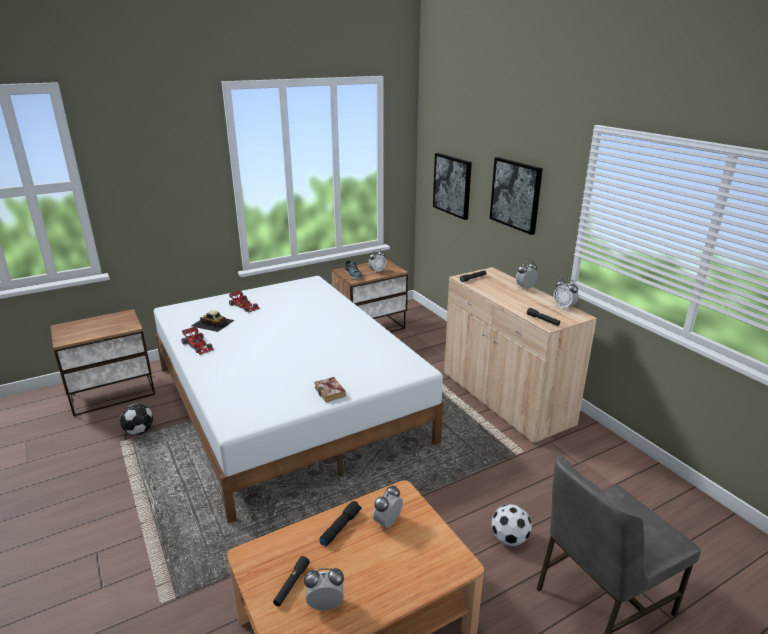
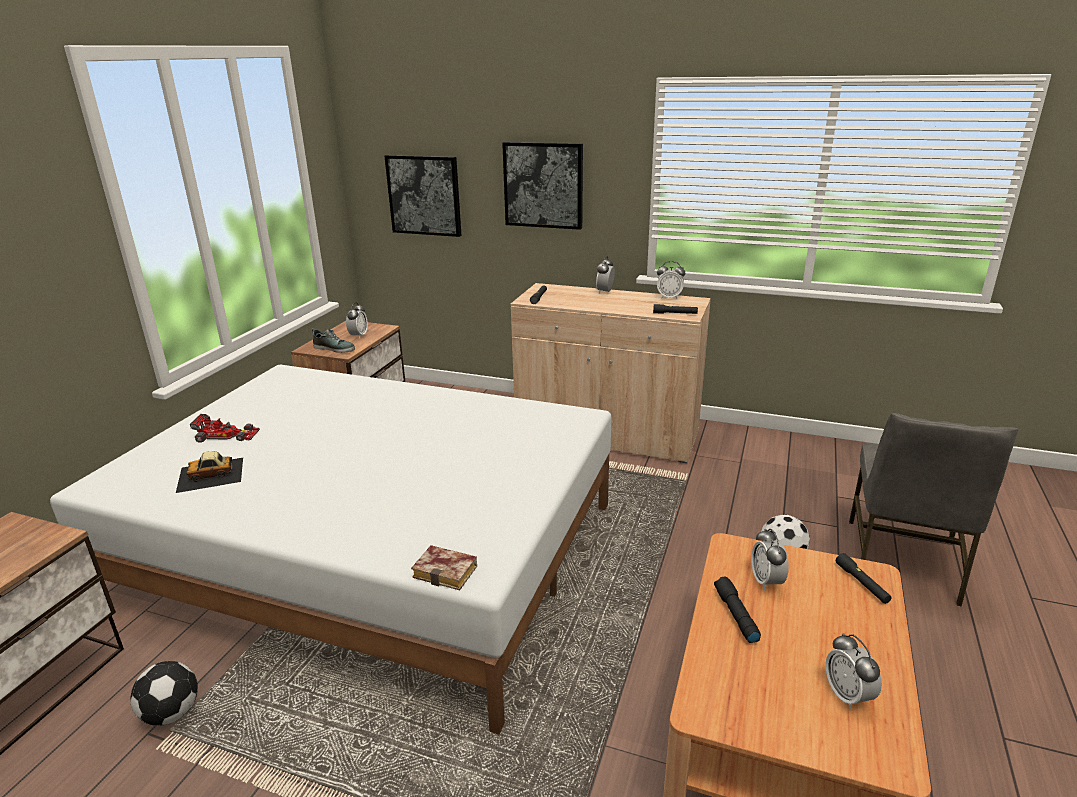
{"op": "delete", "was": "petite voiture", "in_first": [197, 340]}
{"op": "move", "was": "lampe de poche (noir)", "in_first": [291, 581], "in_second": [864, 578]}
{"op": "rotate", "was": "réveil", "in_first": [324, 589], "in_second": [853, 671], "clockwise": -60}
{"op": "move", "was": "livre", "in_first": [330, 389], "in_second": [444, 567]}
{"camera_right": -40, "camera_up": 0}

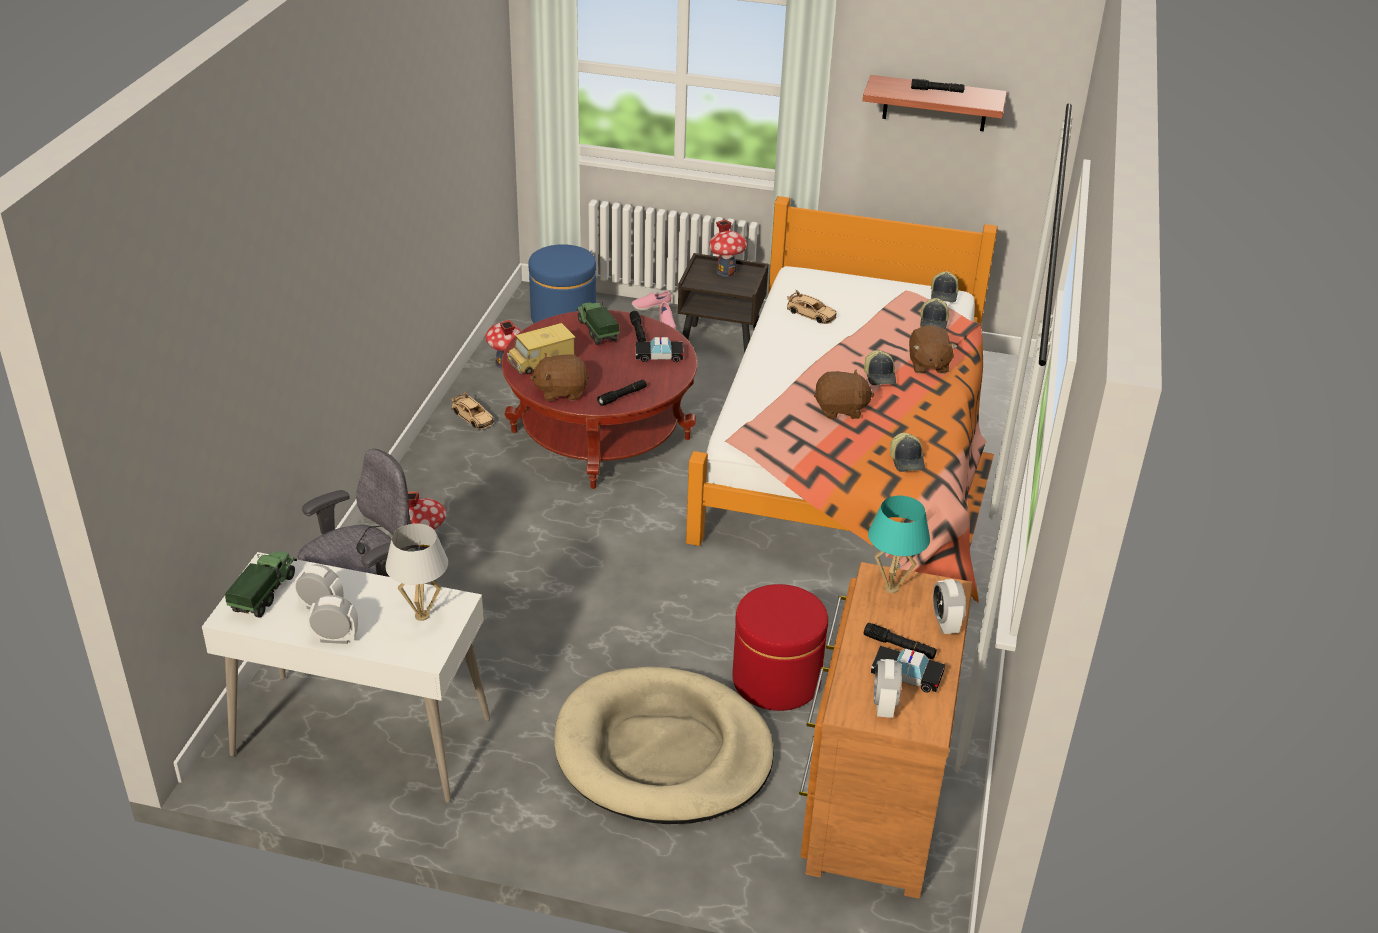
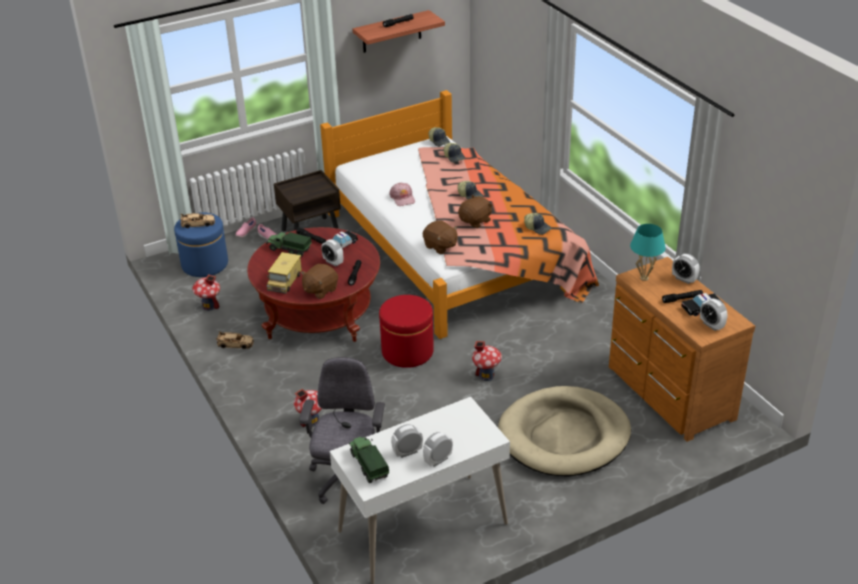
{"op": "delete", "was": "lampe de table (blanc)", "in_first": [416, 572]}
{"op": "move", "was": "maison miniature", "in_first": [728, 248], "in_second": [487, 361]}
{"op": "move", "was": "pouf (rouge)", "in_first": [780, 647], "in_second": [406, 331]}
{"op": "move", "was": "petite voiture (beige)", "in_first": [812, 307], "in_second": [197, 220]}
{"op": "move", "was": "peluche (marron)", "in_first": [933, 349], "in_second": [440, 237]}
{"op": "insert", "now": "réveil", "in_second": [332, 253]}
{"op": "insert", "now": "casquette (rose)", "in_second": [402, 194]}
{"camera_right": -40, "camera_up": 0}

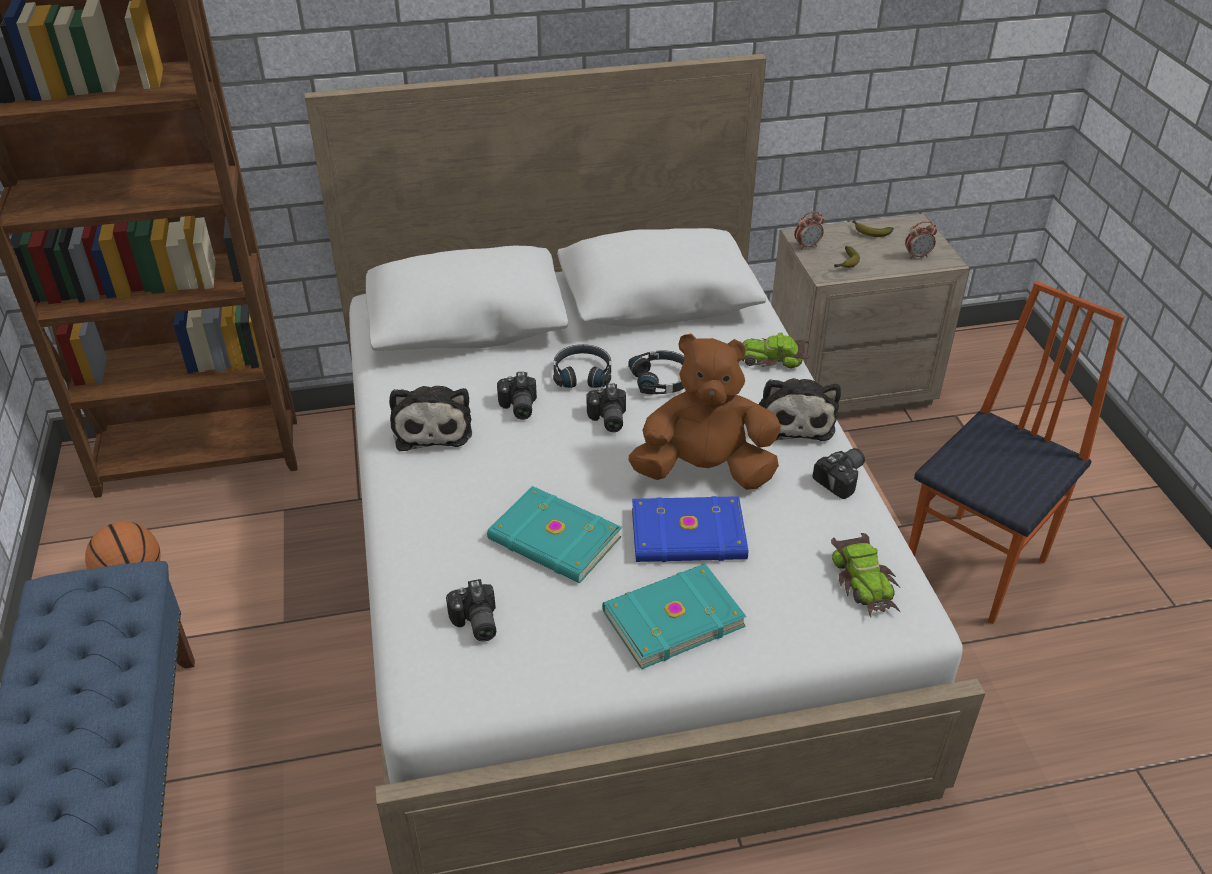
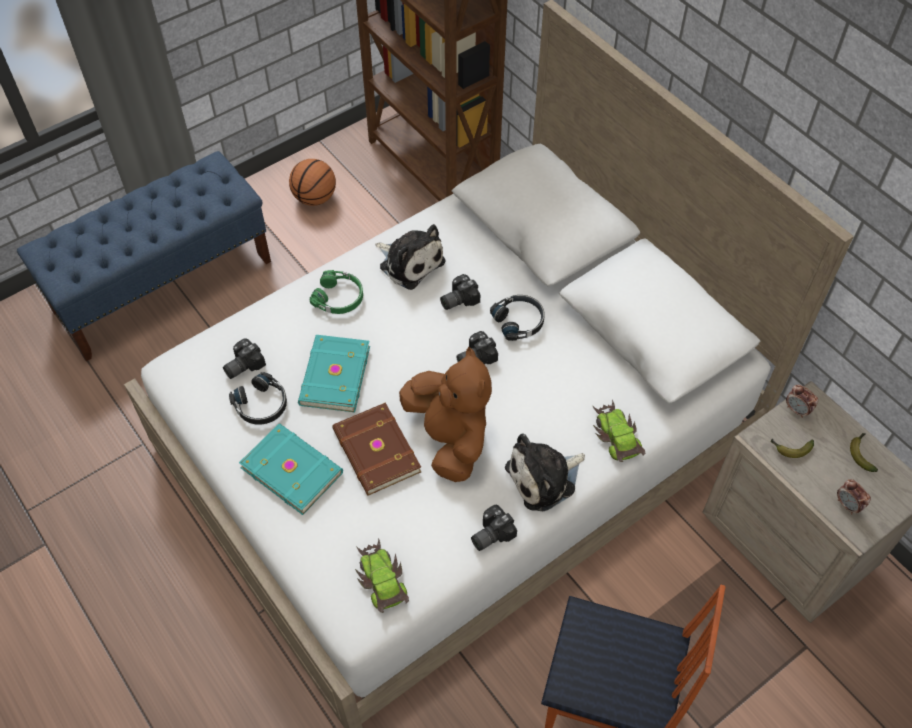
{"op": "rotate", "was": "peluche", "in_first": [430, 418], "in_second": [410, 257], "clockwise": -105}
{"op": "move", "was": "casque audio (noir)", "in_first": [656, 372], "in_second": [258, 398]}
{"op": "recolor", "was": "livre (bleu)", "now": "livre (marron)", "in_first": [690, 529], "in_second": [376, 449]}
{"op": "rotate", "was": "appareil photo", "in_first": [838, 473], "in_second": [494, 528], "clockwise": 120}
{"op": "rotate", "was": "petite voiture", "in_first": [866, 575], "in_second": [382, 575], "clockwise": 105}
{"op": "insert", "now": "casque audio (vert)", "in_second": [336, 292]}
{"camera_right": 65, "camera_up": 15}

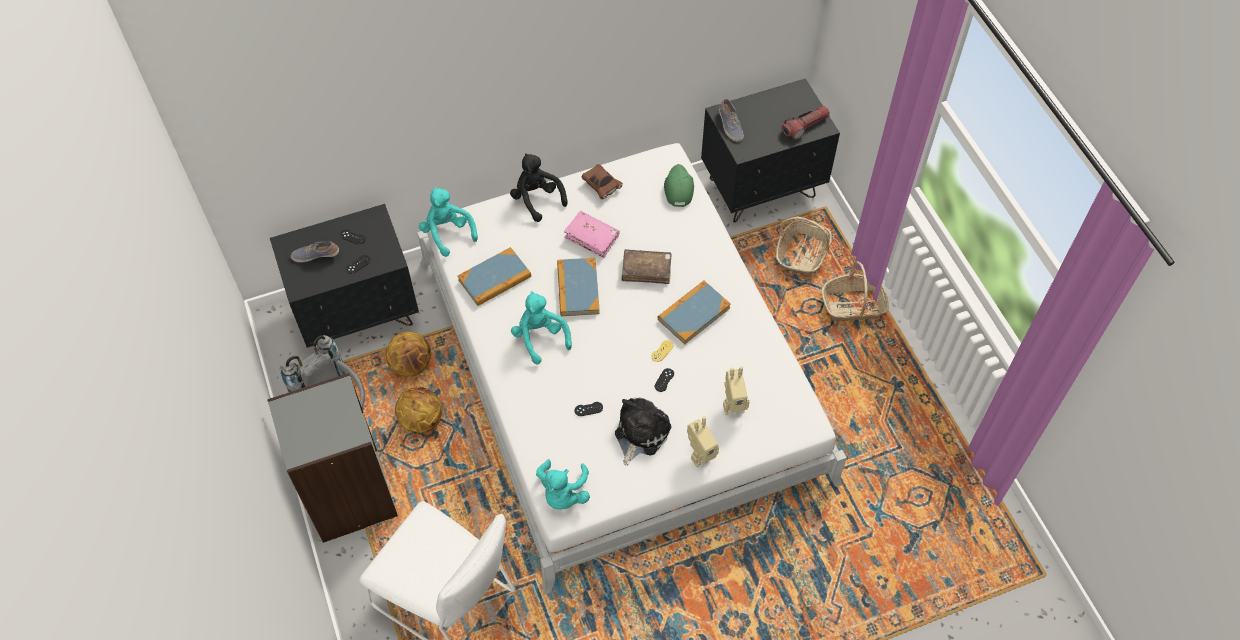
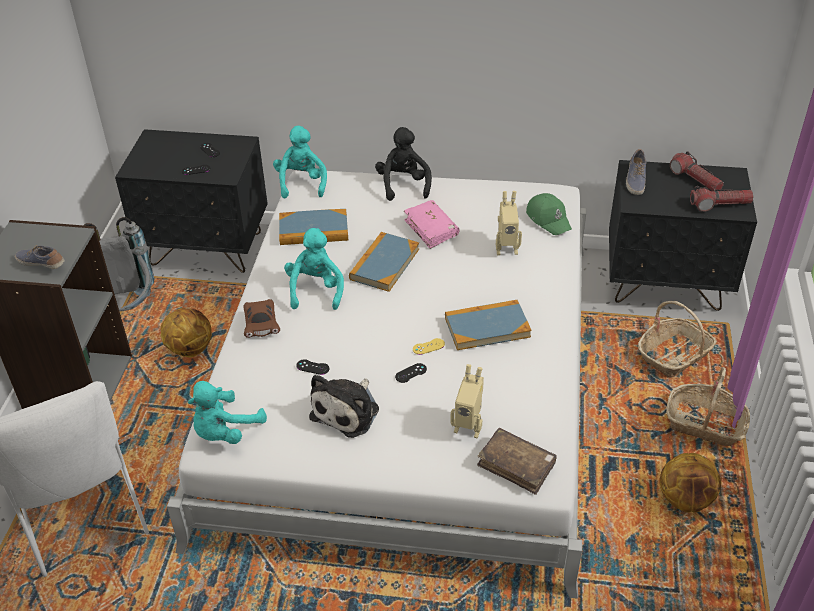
{"op": "move", "was": "chaussure", "in_first": [315, 251], "in_second": [40, 257]}
{"op": "move", "was": "ballon de basket", "in_first": [408, 354], "in_second": [690, 482]}
{"op": "move", "was": "petite voiture (marron)", "in_first": [602, 181], "in_second": [261, 318]}
{"op": "rotate", "was": "peluche", "in_first": [643, 432], "in_second": [344, 406], "clockwise": 150}
{"op": "move", "was": "livre (marron)", "in_first": [647, 266], "in_second": [517, 461]}
{"op": "rotate", "was": "casquette (vert)", "in_first": [679, 185], "in_second": [549, 214], "clockwise": 120}
{"op": "move", "was": "robot jouet", "in_first": [703, 441], "in_second": [509, 223]}
{"op": "insert", "now": "lampe de poche", "in_second": [697, 171]}
{"camera_right": 30, "camera_up": -15}

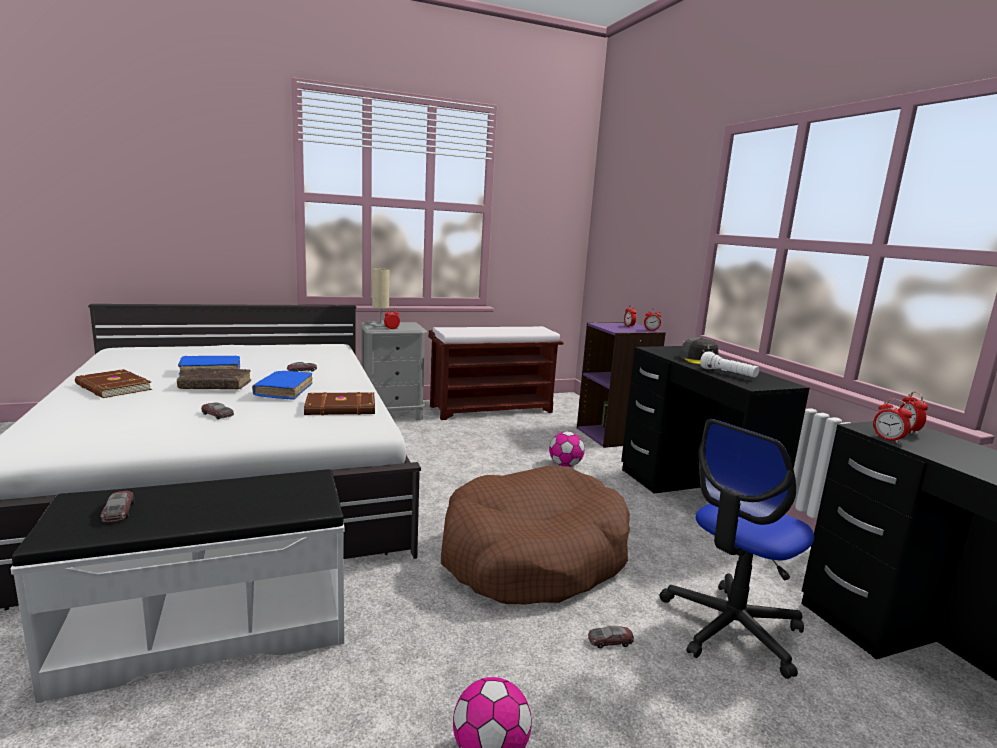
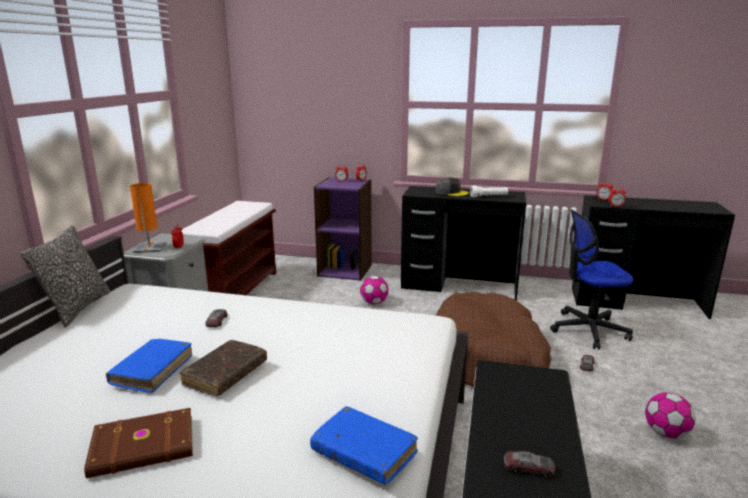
{"op": "delete", "was": "petite voiture", "in_first": [217, 410]}
{"op": "move", "was": "livre (bleu)", "in_first": [282, 385], "in_second": [364, 445]}
{"op": "delete", "was": "livre (marron)", "in_first": [339, 403]}
{"op": "recolor", "was": "lampe de table (beige)", "now": "lampe de table (orange)", "in_first": [377, 298], "in_second": [148, 218]}
{"op": "rotate", "was": "chaise de bureau", "in_first": [737, 549], "in_second": [591, 279], "clockwise": 90}
{"op": "insert", "now": "coussin", "in_second": [65, 277]}
{"camera_right": -55, "camera_up": 5}

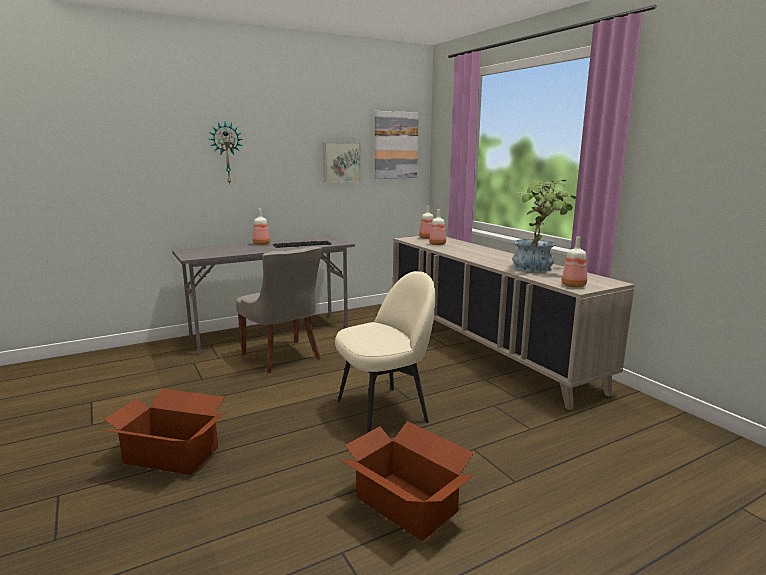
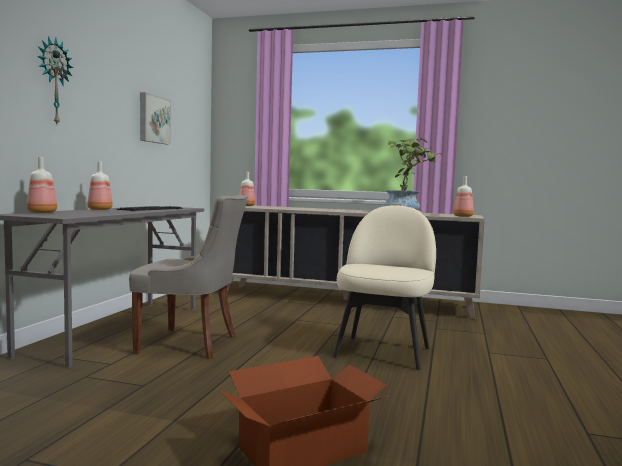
{"op": "delete", "was": "carton", "in_first": [407, 481]}
{"op": "delete", "was": "tableau", "in_first": [397, 145]}
{"op": "move", "was": "bouteille", "in_first": [437, 227], "in_second": [42, 185]}
{"camera_right": -45, "camera_up": -10}

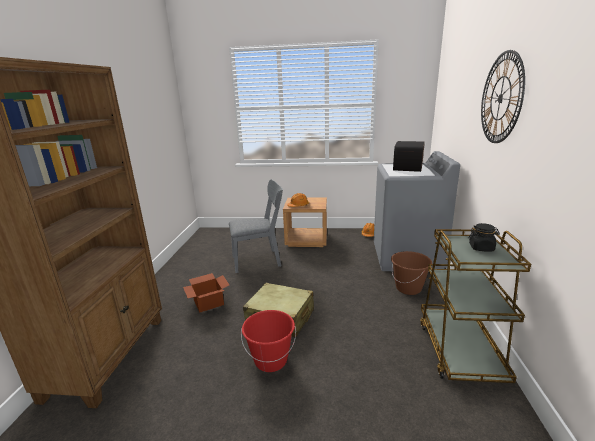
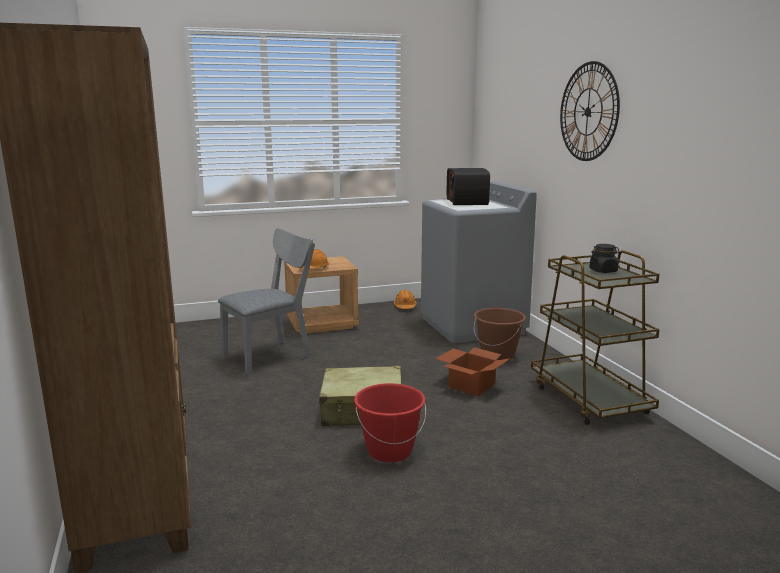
{"op": "move", "was": "carton", "in_first": [206, 292], "in_second": [473, 371]}
{"camera_right": -25, "camera_up": -5}

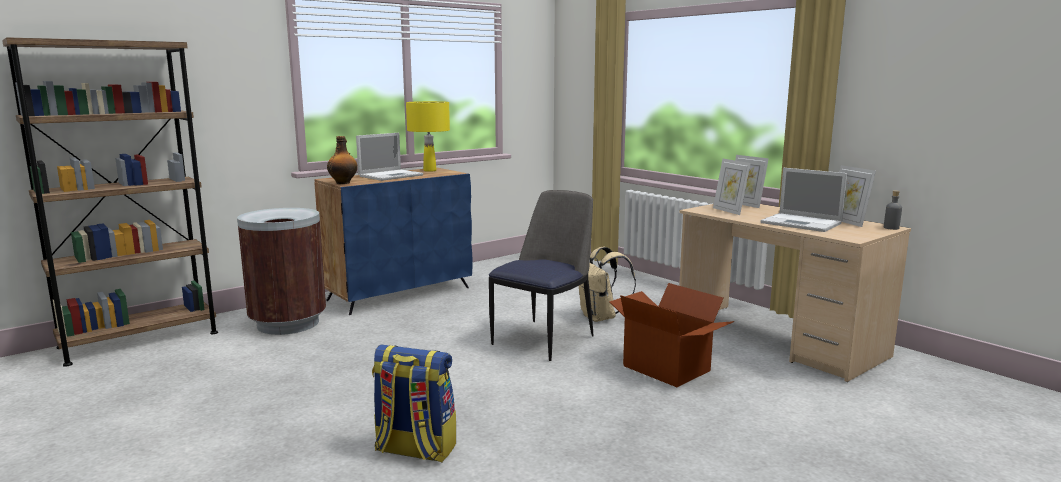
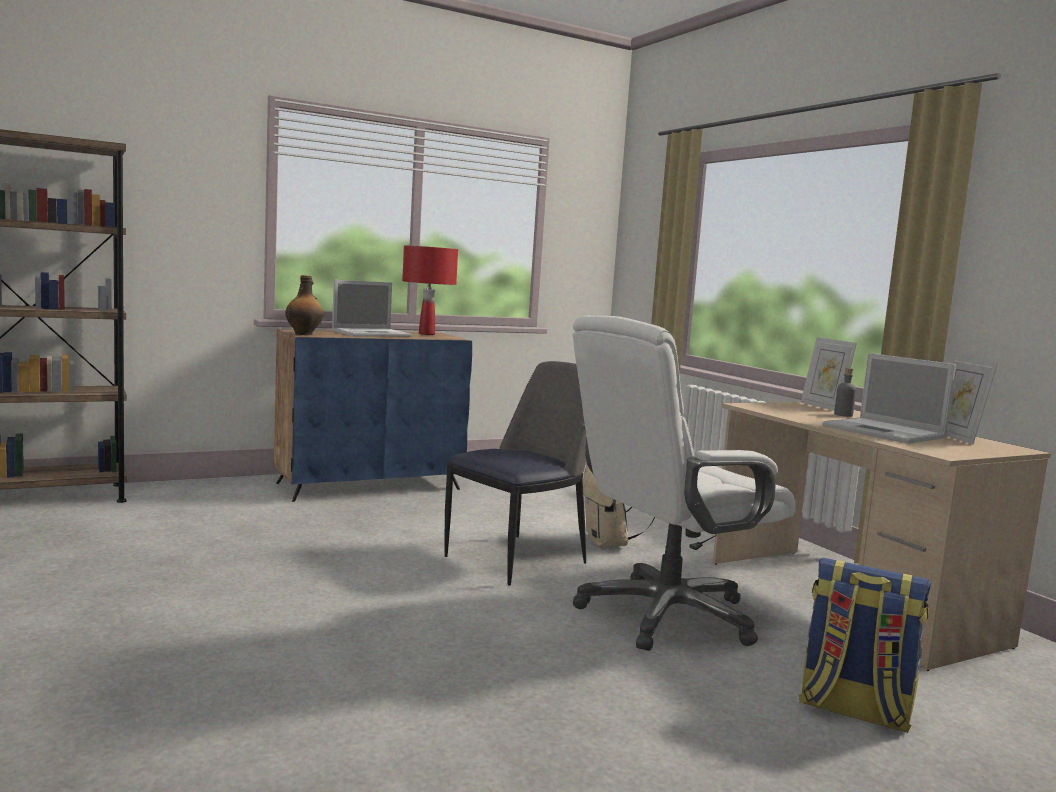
{"op": "delete", "was": "poubelle (marron)", "in_first": [281, 271]}
{"op": "move", "was": "sac à dos", "in_first": [414, 403], "in_second": [865, 645]}
{"op": "recolor", "was": "lampe de table (jaune)", "now": "lampe de table (rouge)", "in_first": [428, 136], "in_second": [430, 290]}
{"op": "replace", "was": "carton", "now": "chaise de bureau (blanc)", "in_first": [672, 335], "in_second": [684, 483]}
{"op": "delete", "was": "cadre photo", "in_first": [732, 187]}
{"op": "move", "was": "bouteille (gris)", "in_first": [893, 210], "in_second": [845, 392]}
{"camera_right": 10, "camera_up": -5}

